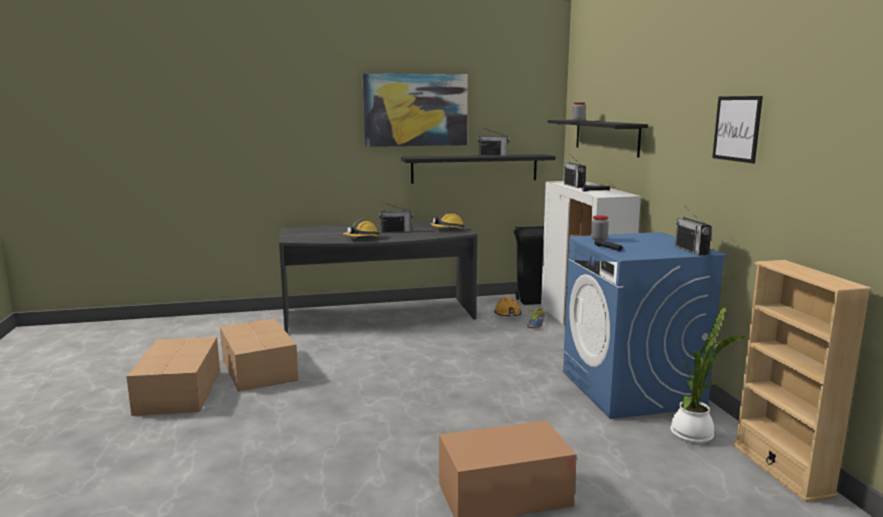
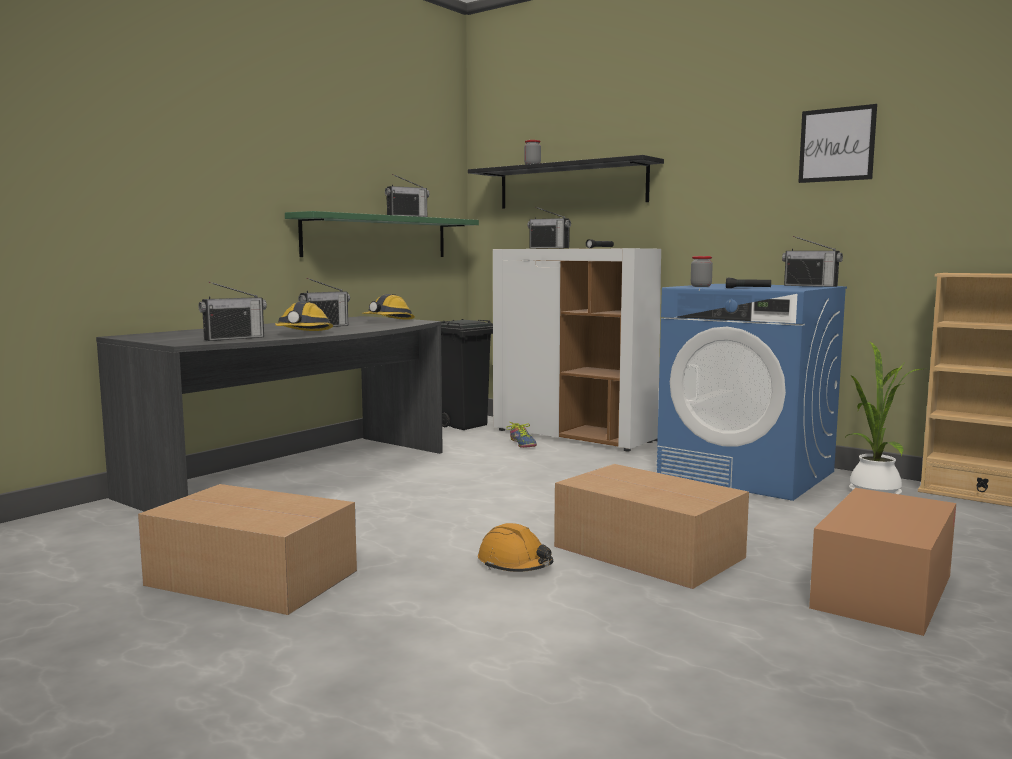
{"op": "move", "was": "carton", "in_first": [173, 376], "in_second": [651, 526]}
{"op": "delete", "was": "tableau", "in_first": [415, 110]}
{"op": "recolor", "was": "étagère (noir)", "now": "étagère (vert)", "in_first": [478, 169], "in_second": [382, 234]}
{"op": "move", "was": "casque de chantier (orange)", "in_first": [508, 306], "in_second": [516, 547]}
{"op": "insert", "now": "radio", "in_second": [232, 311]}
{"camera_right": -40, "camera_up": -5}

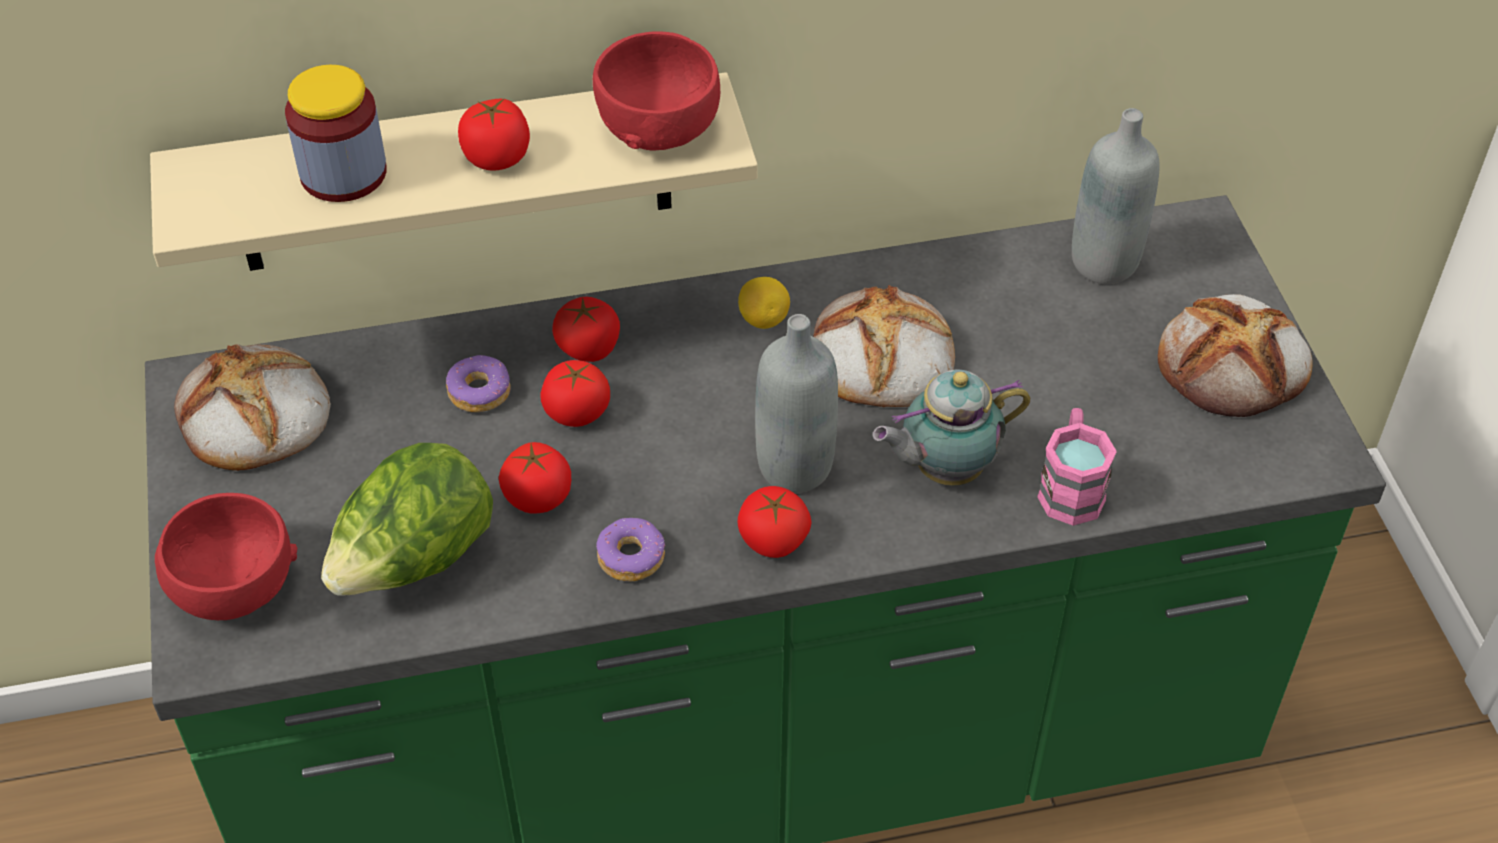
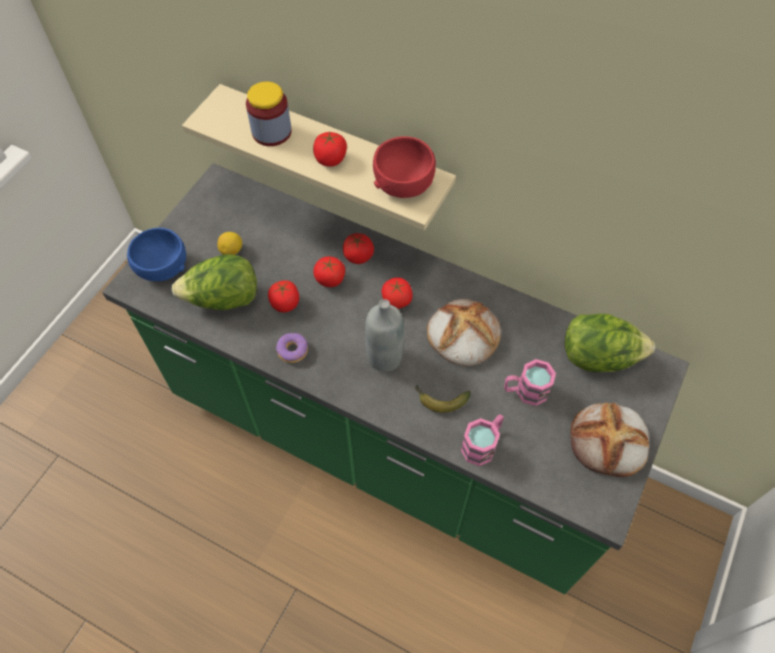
{"op": "recolor", "was": "bol (rouge)", "now": "bol (bleu)", "in_first": [226, 556], "in_second": [156, 254]}
{"op": "delete", "was": "pain", "in_first": [252, 407]}
{"op": "delete", "was": "beignet", "in_first": [478, 383]}
{"op": "move", "was": "tomate", "in_first": [774, 522], "in_second": [397, 293]}
{"op": "move", "was": "citron", "in_first": [764, 303], "in_second": [229, 243]}
{"op": "replace", "was": "théière", "now": "banane", "in_first": [951, 427], "in_second": [443, 399]}
{"op": "replace", "was": "bouteille (gris)", "now": "laitue", "in_first": [1115, 196], "in_second": [610, 343]}
{"op": "insert", "now": "mug (rose)", "in_second": [530, 382]}
{"camera_right": 40, "camera_up": 10}

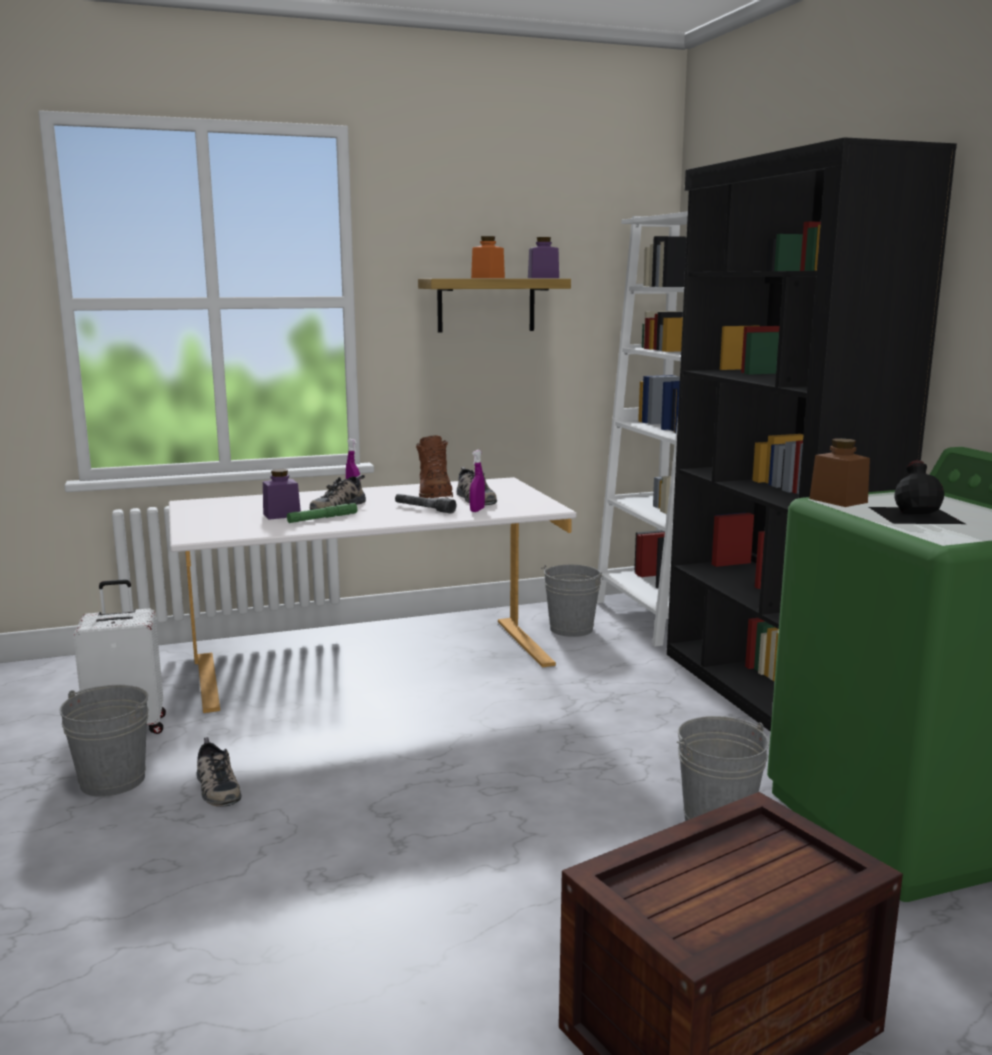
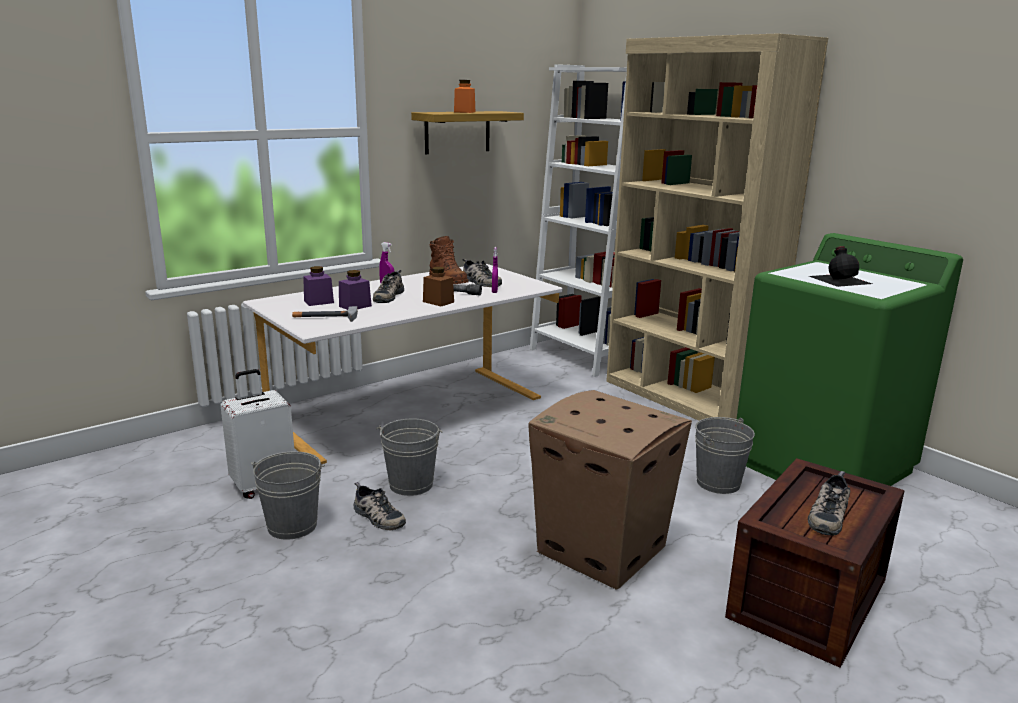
{"op": "delete", "was": "lampe de poche (vert)", "in_first": [322, 513]}
{"op": "move", "was": "bocal (violet)", "in_first": [543, 257], "in_second": [318, 286]}
{"op": "move", "was": "seau (gris)", "in_first": [572, 601], "in_second": [409, 457]}
{"op": "recolor", "was": "bibliothèque (noir)", "now": "bibliothèque (beige)", "in_first": [812, 434], "in_second": [717, 227]}
{"op": "move", "was": "bocal (marron)", "in_first": [839, 472], "in_second": [438, 286]}
{"op": "insert", "now": "marteau", "in_second": [325, 314]}
{"op": "insert", "now": "carton", "in_second": [610, 490]}
{"op": "insert", "now": "chaussure", "in_second": [829, 503]}
{"camera_right": -20, "camera_up": 5}

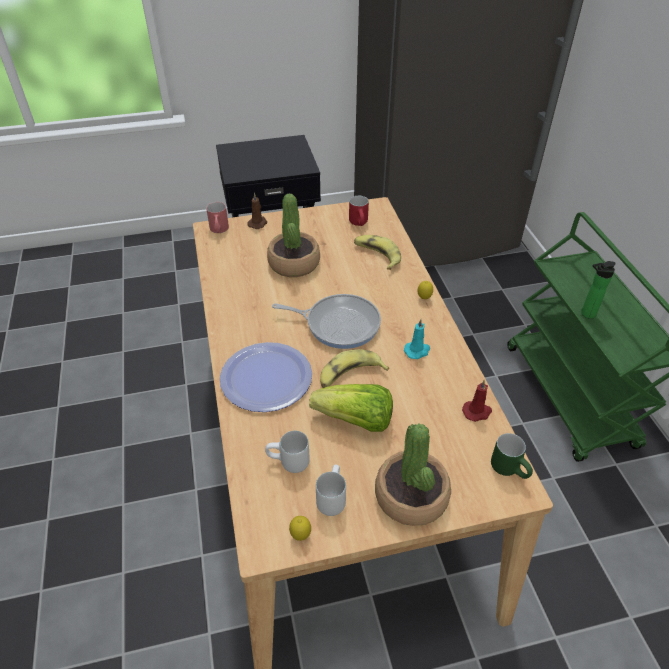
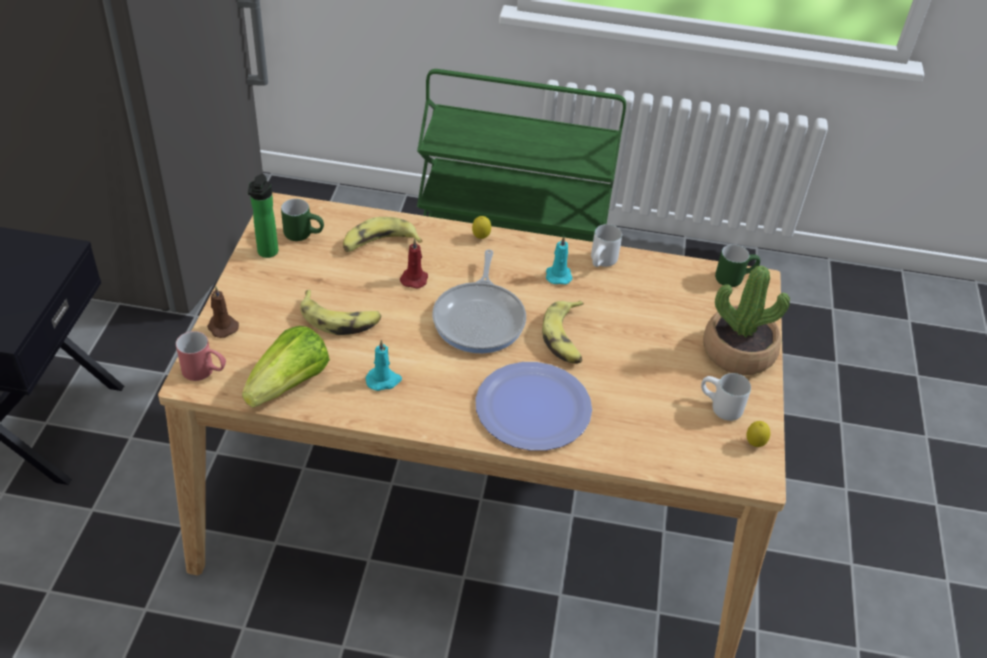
{"op": "move", "was": "mug (blanc)", "in_first": [287, 452], "in_second": [606, 245]}
{"op": "replace", "was": "plante en pot", "now": "banane", "in_first": [293, 235], "in_second": [340, 312]}
{"op": "rotate", "was": "poêle", "in_first": [326, 321], "in_second": [479, 301], "clockwise": 150}
{"op": "move", "was": "laitue", "in_first": [351, 408], "in_second": [286, 367]}
{"op": "recolor", "was": "mug (rouge)", "now": "mug (vert)", "in_first": [359, 211], "in_second": [302, 220]}
{"op": "move", "was": "bougie (rouge)", "in_first": [477, 401], "in_second": [414, 264]}
{"op": "move", "was": "bouteille", "in_first": [598, 290], "in_second": [263, 216]}
{"op": "insert", "now": "bougie (turquoise)", "in_second": [383, 365]}
{"camera_right": -70, "camera_up": 0}

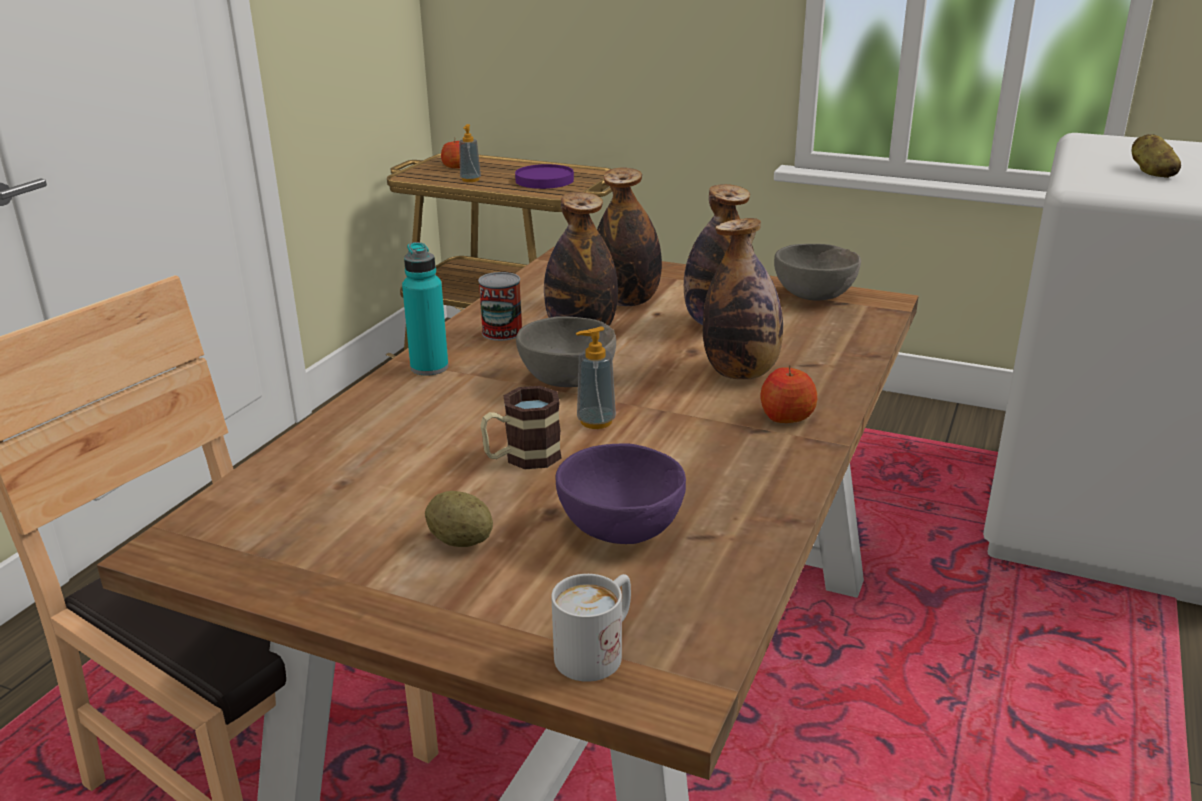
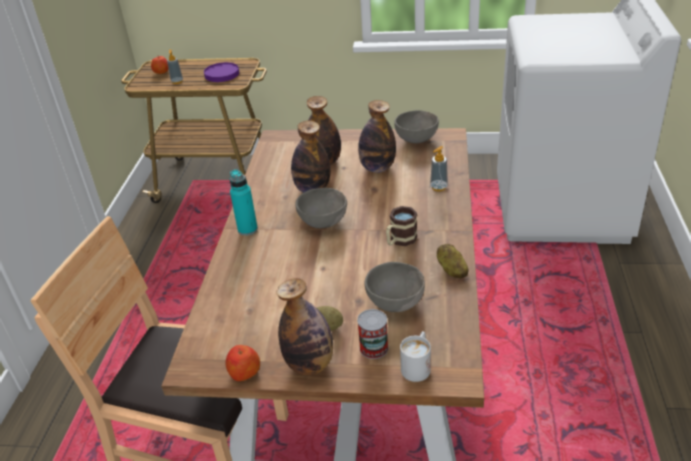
{"op": "move", "was": "boîte métallique", "in_first": [500, 306], "in_second": [372, 334]}
{"op": "move", "was": "mug", "in_first": [521, 427], "in_second": [401, 226]}
{"op": "recolor", "was": "bol (violet)", "now": "bol (gris)", "in_first": [621, 494], "in_second": [394, 287]}
{"op": "move", "was": "distributeur de savon", "in_first": [596, 378], "in_second": [439, 168]}
{"op": "move", "was": "bouteille", "in_first": [743, 299], "in_second": [305, 326]}
{"op": "move", "was": "pomme", "in_first": [789, 394], "in_second": [243, 363]}
{"op": "move", "was": "pomme de terre", "in_first": [1156, 156], "in_second": [453, 261]}
{"camera_right": -15, "camera_up": 10}

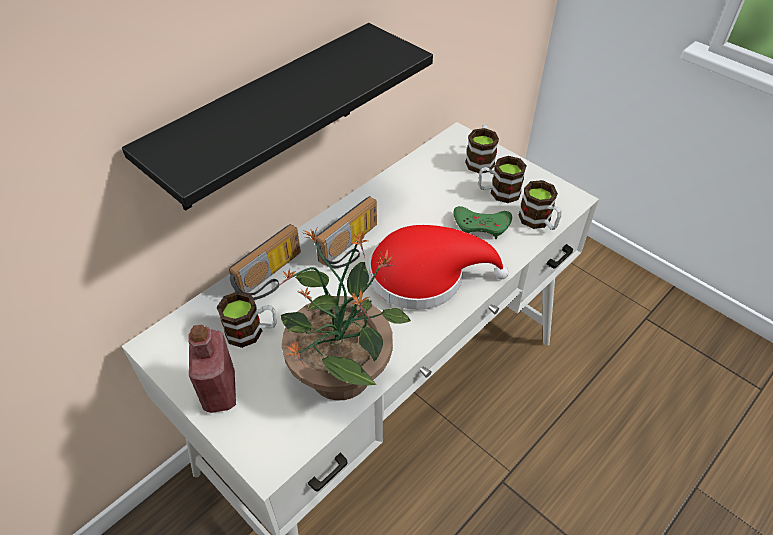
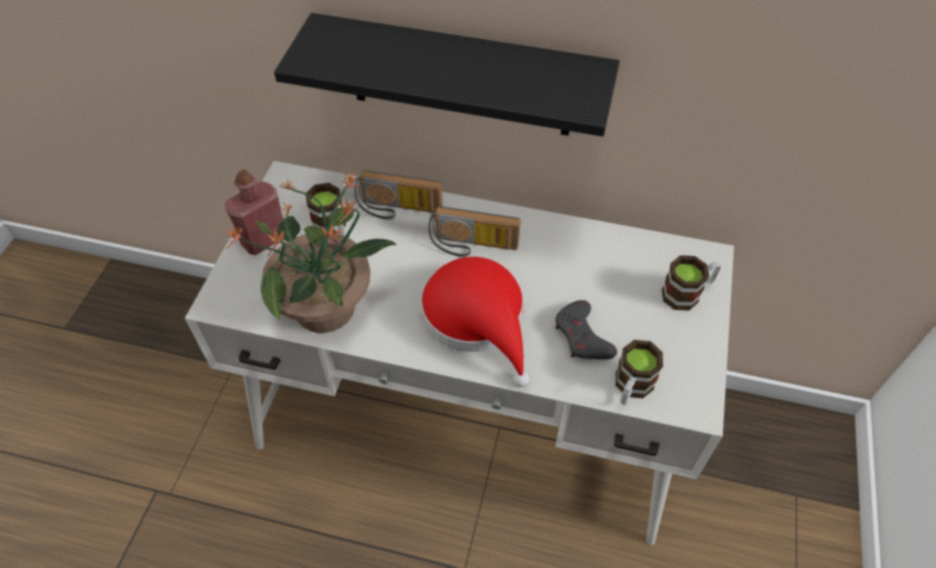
{"op": "recolor", "was": "manette (vert)", "now": "manette (gris)", "in_first": [482, 222], "in_second": [586, 330]}
{"op": "delete", "was": "mug", "in_first": [503, 179]}
{"camera_right": 60, "camera_up": 5}

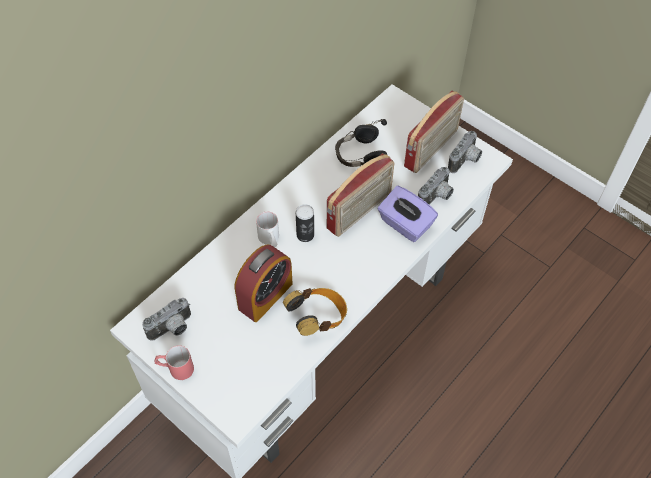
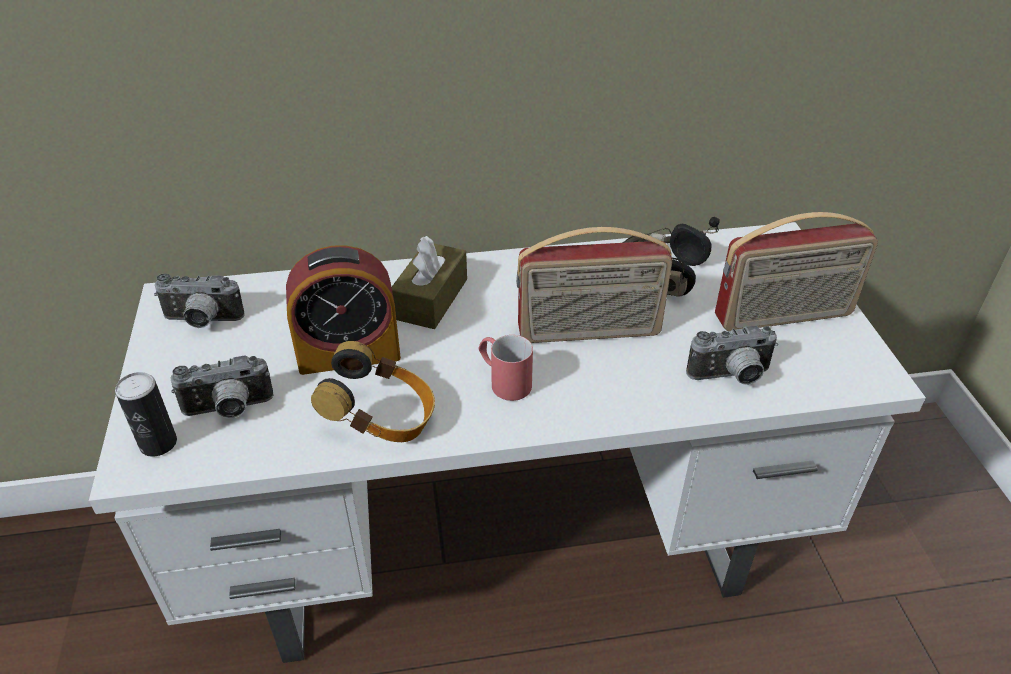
{"op": "move", "was": "mug (rouge)", "in_first": [174, 362], "in_second": [506, 368]}
{"op": "replace", "was": "mug (blanc)", "now": "boîte à mouchoirs (marron)", "in_first": [267, 229], "in_second": [429, 282]}
{"op": "move", "was": "boîte métallique", "in_first": [305, 223], "in_second": [146, 414]}
{"op": "delete", "was": "boîte à mouchoirs (violet)", "in_first": [408, 214]}
{"op": "move", "was": "appareil photo", "in_first": [465, 152], "in_second": [222, 386]}
{"camera_right": 40, "camera_up": -15}

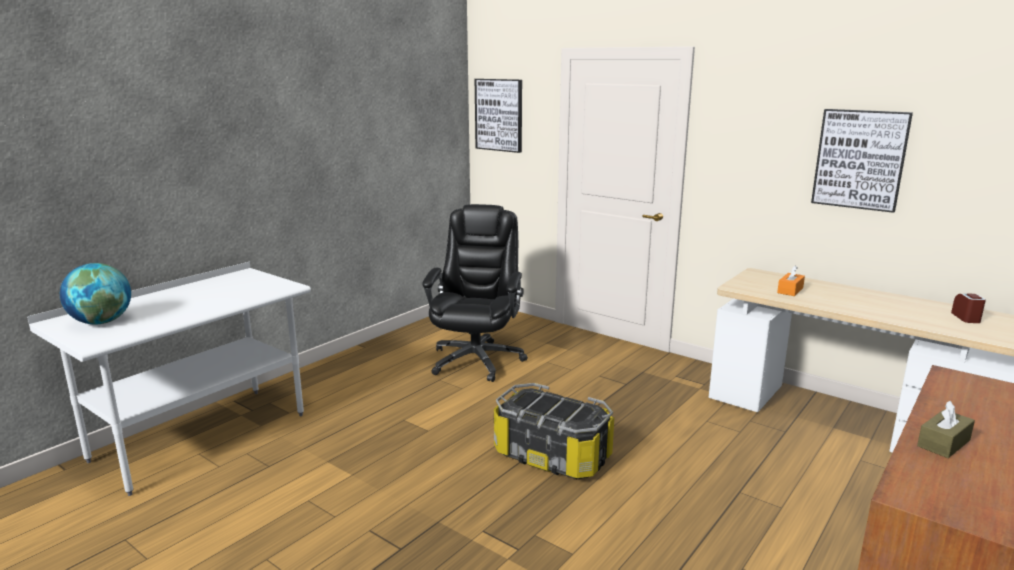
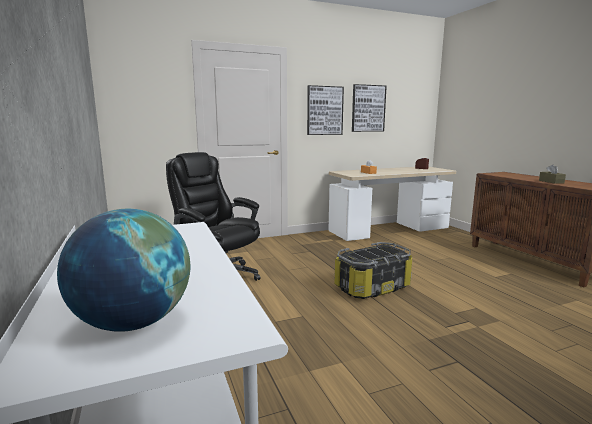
{"op": "move", "was": "tableau", "in_first": [498, 116], "in_second": [325, 110]}
{"camera_right": -60, "camera_up": -5}

